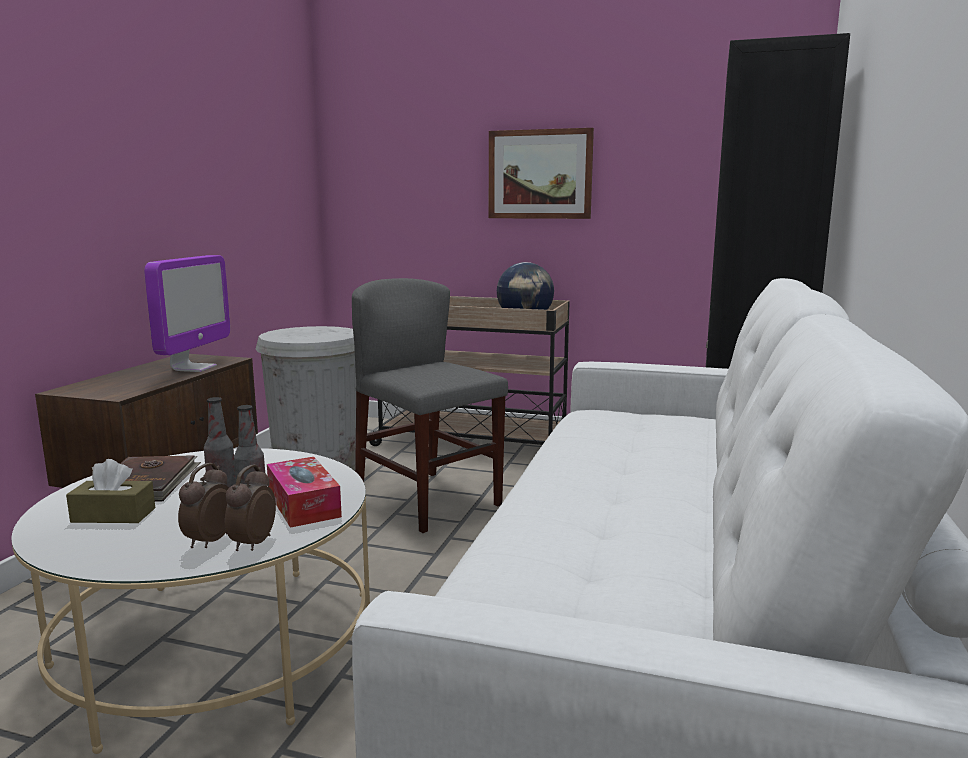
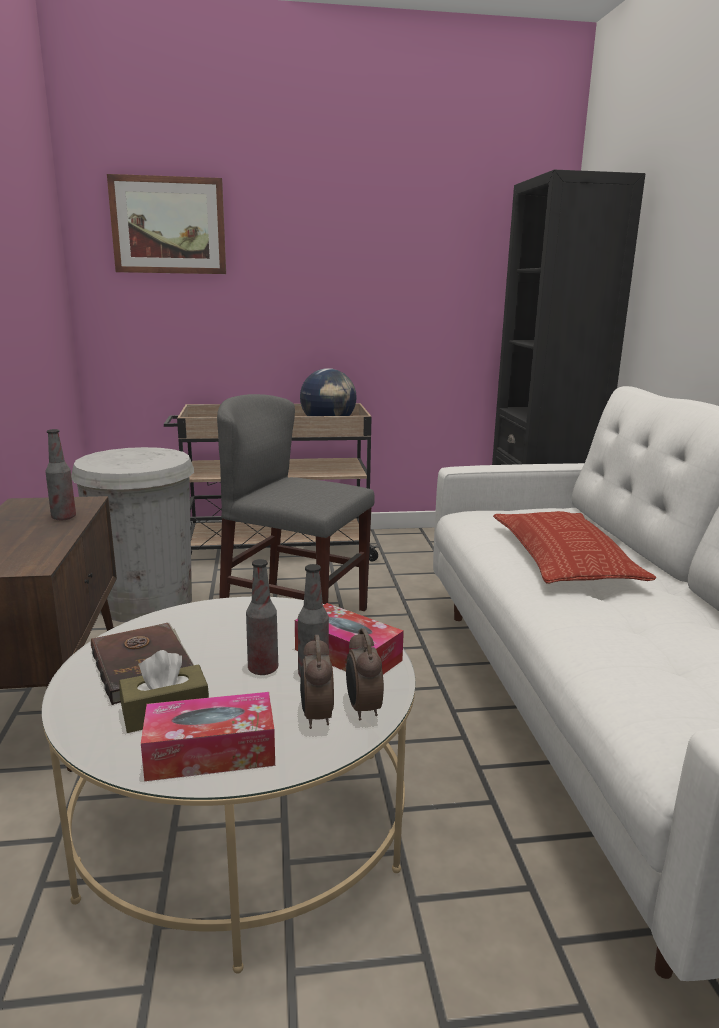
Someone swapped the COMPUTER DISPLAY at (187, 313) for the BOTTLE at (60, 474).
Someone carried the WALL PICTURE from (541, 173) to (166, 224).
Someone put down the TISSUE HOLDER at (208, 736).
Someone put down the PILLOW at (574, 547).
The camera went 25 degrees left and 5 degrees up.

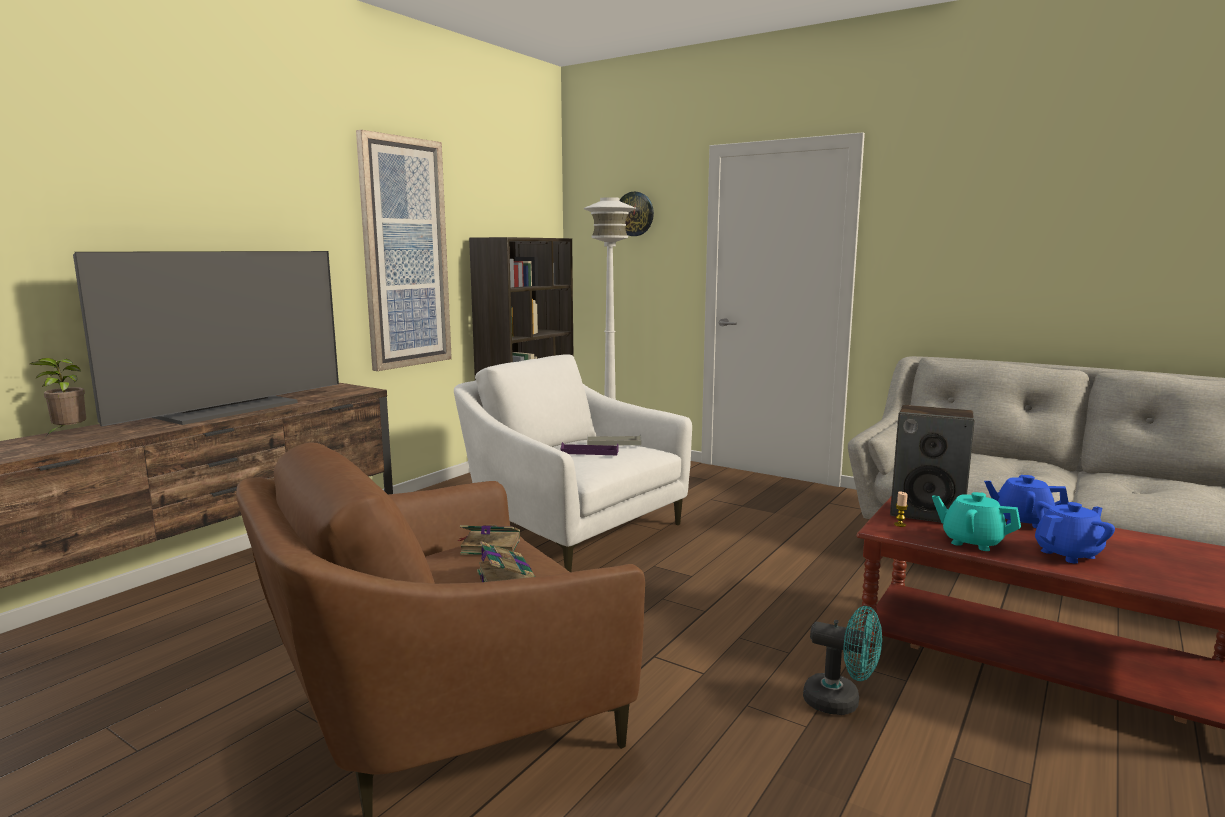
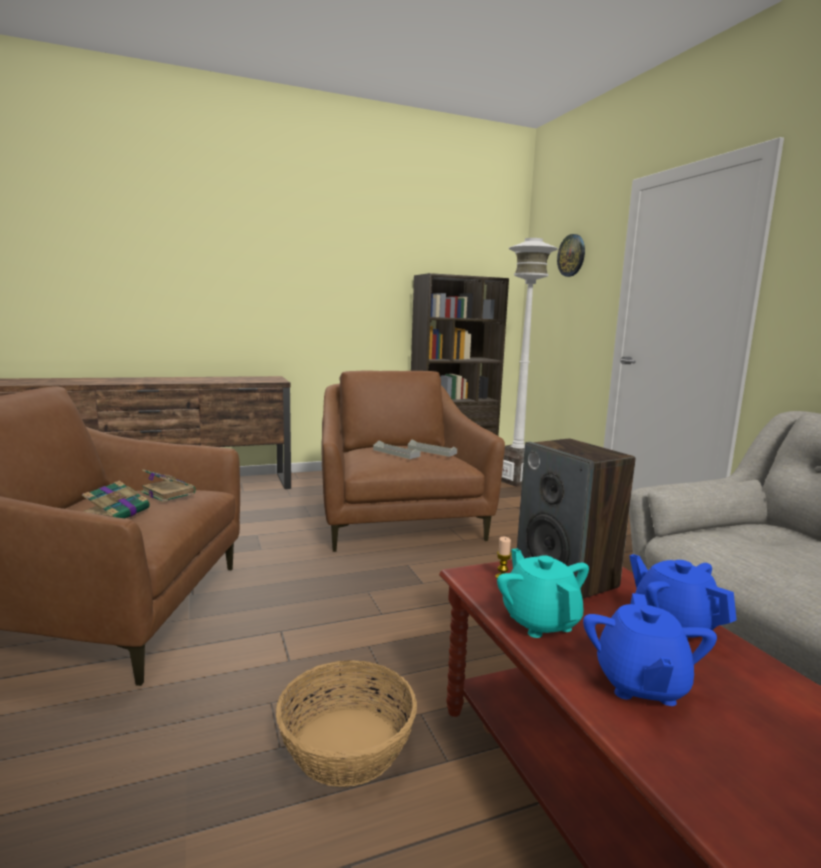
Someone took away the HOUSEPLANT at (58, 396).
Someone took away the TV at (206, 338).
Someone took away the WALL PICTURE at (404, 250).
Someone repainted the WHITE-COLOURED ARMCHAIR at (573, 463), which became the BROWN-COLOURED ARMCHAIR at (413, 461).
Someone repainted the PURPLISH TRAY at (590, 448), which became the GRAY TRAY at (397, 450).
Someone swapped the TURQUOISE COOLING FAN at (842, 660) for the STORAGE BASKET at (346, 723).
Someone rotated the BLUE-COLOURED TEA POT at (1075, 532) by 90 degrees clockwise.
The camera went 35 degrees right and 0 degrees up.

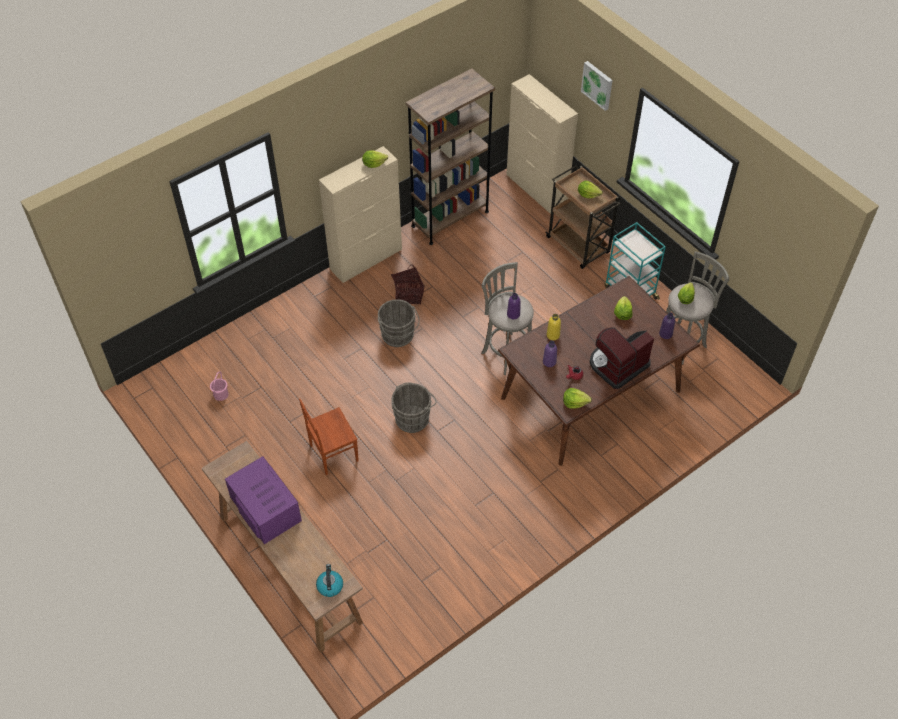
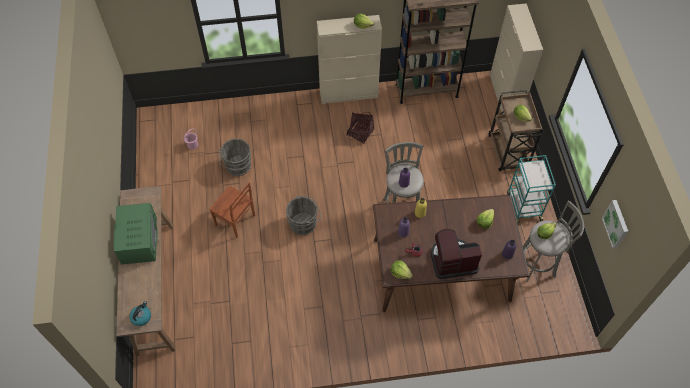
Someone repainted the PURPLISH MICROWAVE at (263, 500), which became the GREEN MICROWAVE at (135, 234).
Someone rotated the BROWN-COLOURED CHAIR at (329, 437) by 150 degrees counterclockwise.
Someone carried the GRAY PAIL from (398, 323) to (235, 157).
Someone carried the WALL PICTURE from (597, 86) to (615, 224).
The camera went 30 degrees right and 5 degrees up.

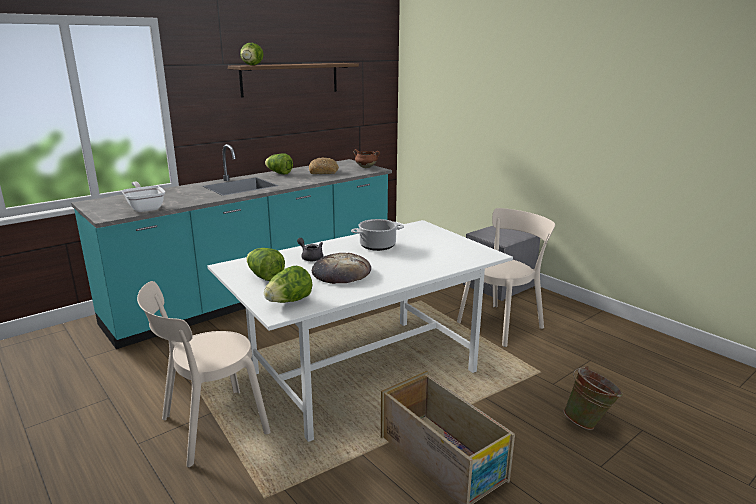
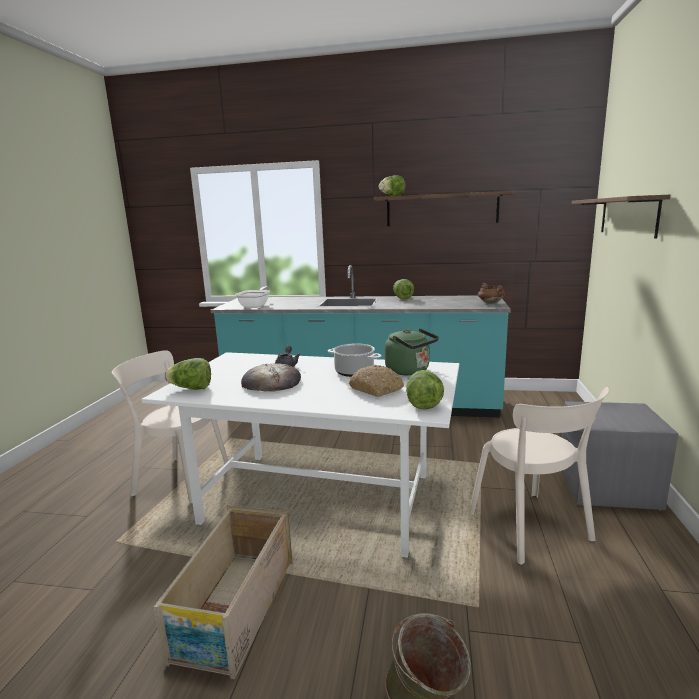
Someone carried the LETTUCE HEAD from (265, 264) to (425, 390).
Someone carried the BAKED BREAD from (324, 165) to (376, 381).
Someone rotated the SAND-COLOURED CHAIR at (506, 277) by 60 degrees clockwise.
Someone put down the GREEN WATER KETTLE at (412, 351).
Someone put up the WALL SHELF at (621, 217).
The camera went 50 degrees right and 5 degrees down.

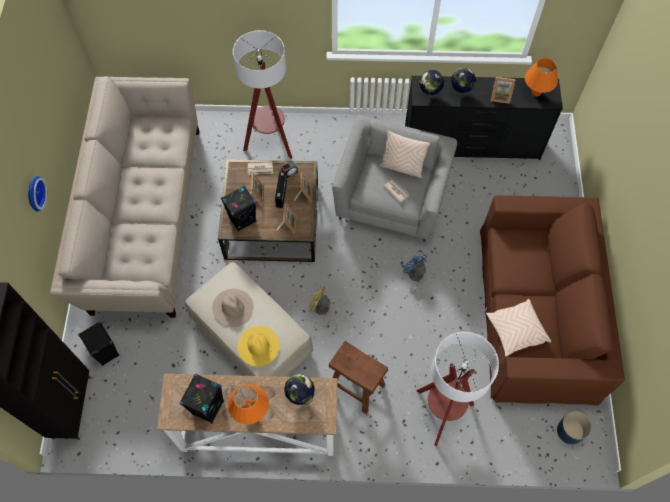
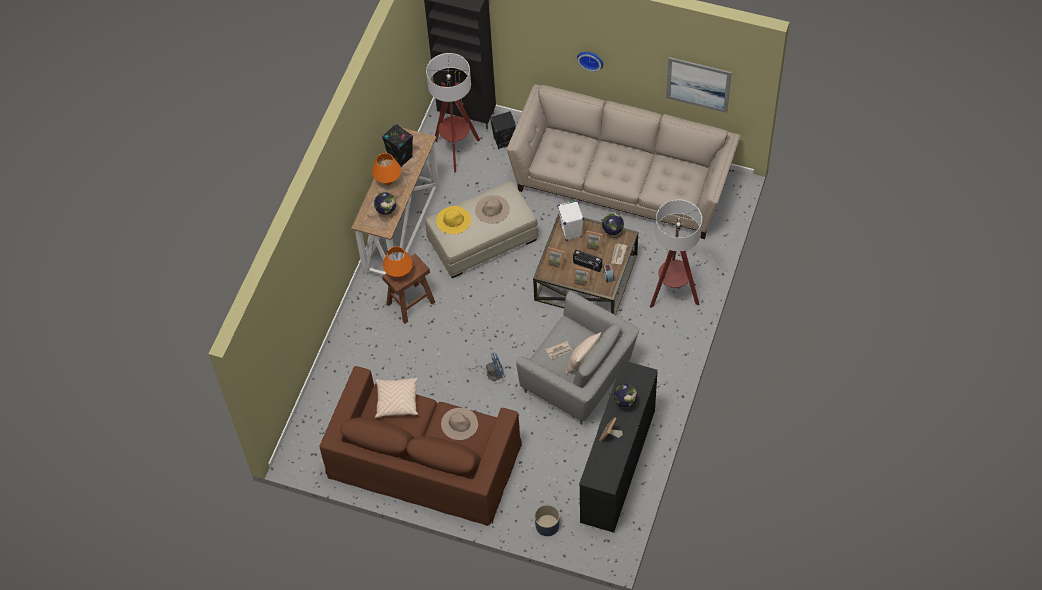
Someone repainted the BLACKISH SPEAKER at (238, 209), which became the WHITE-COLOURED SPEAKER at (570, 220).
Someone took away the YELLOW-COLOURED COOLING FAN at (323, 309).
Someone carried the FLOOR LAMP from (458, 389) to (453, 112).
Someone carried the DESK GLOBE from (431, 84) to (613, 225).
Someone carried the ORANGEY LAMP FOR A TABLE from (541, 77) to (398, 262).
Someone carried the BLUE-COLOURED PLANTER from (574, 428) to (547, 520).
Someone put down the SAND-COLOURED WEARABLE HAT at (459, 424).
Someone put up the WALL PICTURE at (698, 85).
The camera went 110 degrees right and 5 degrees down.

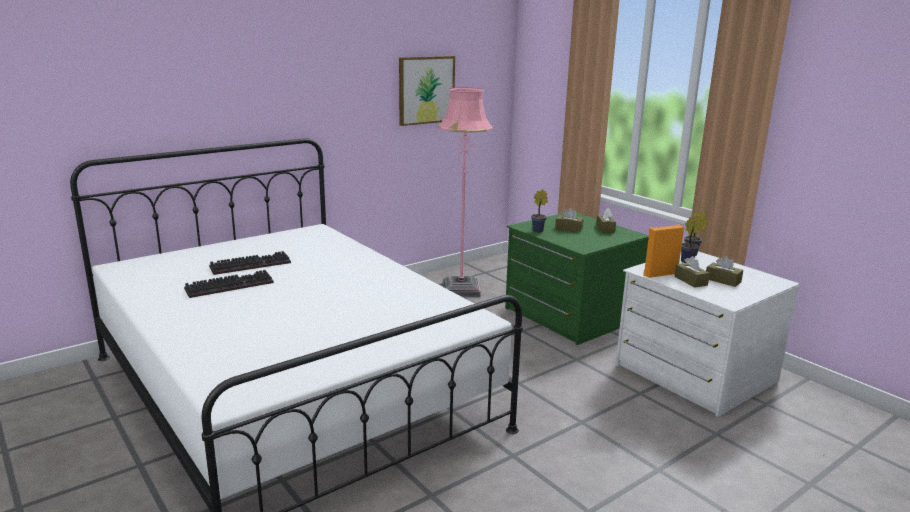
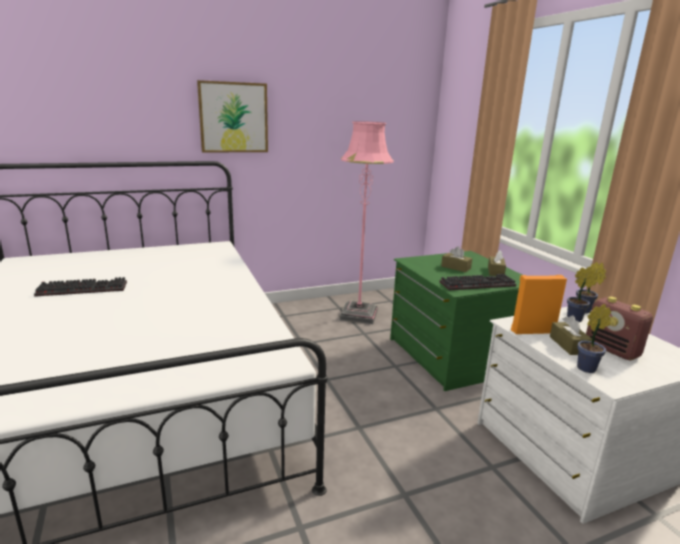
Someone carried the COMPUTER KEYBOARD from (250, 263) to (478, 282).
Someone carried the WALL PICTURE from (427, 91) to (232, 116).
Someone carried the HOUSEPLANT from (539, 210) to (594, 338).
Someone swapped the BROWN-COLOURED TISSUE HOLDER at (724, 271) for the RADIO at (619, 328).
The camera went 15 degrees right and 0 degrees up.

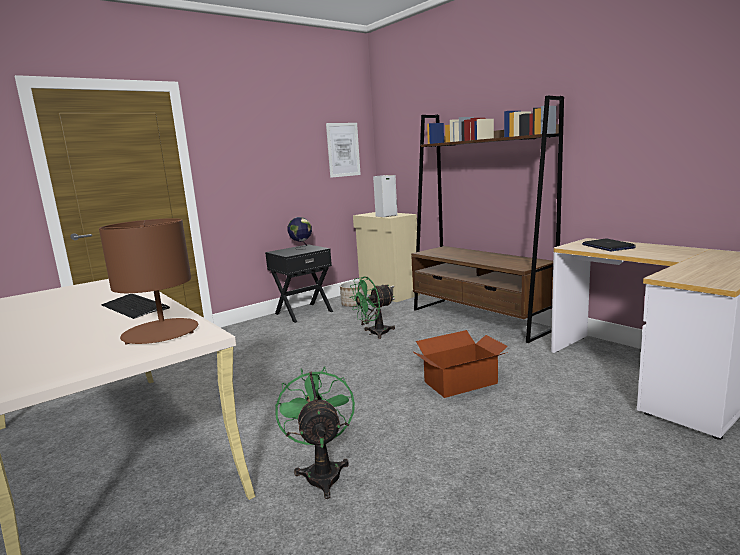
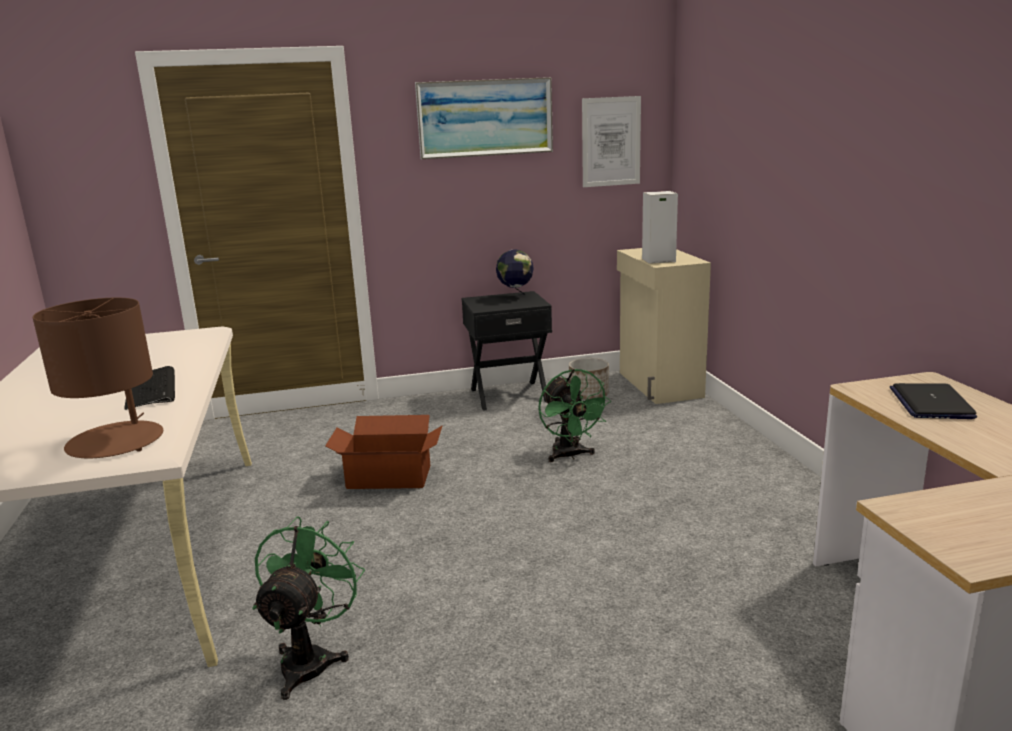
Someone rotated the GREEN COOLING FAN at (372, 307) by 105 degrees counterclockwise.
Someone took away the BROWN-COLOURED SHELVING UNIT at (487, 219).
Someone carried the PACKING BOX from (460, 364) to (384, 452).
Someone put up the WALL PICTURE at (484, 118).
The camera went 25 degrees right and 5 degrees up.

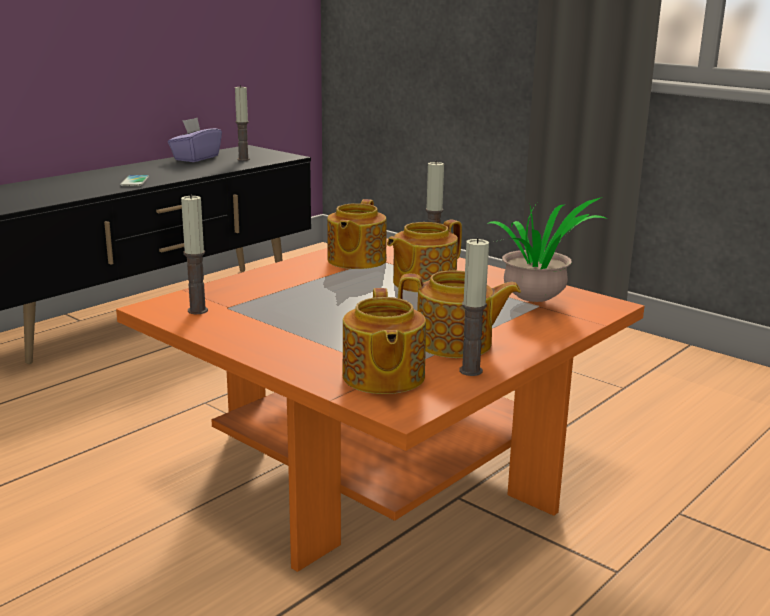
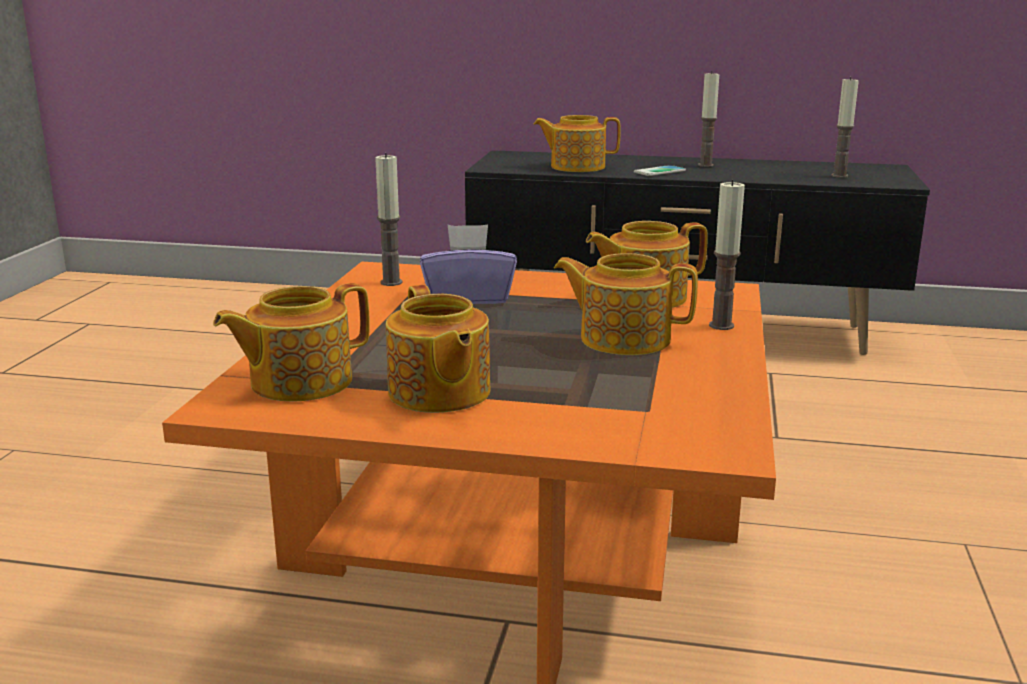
Someone carried the PURPLISH TISSUE HOLDER from (195, 140) to (468, 264).
Someone carried the WAX LIGHT from (474, 307) to (708, 119).
Someone took away the HOUSEPLANT at (547, 249).
Someone put down the TEA POT at (577, 143).
The camera went 60 degrees right and 0 degrees up.

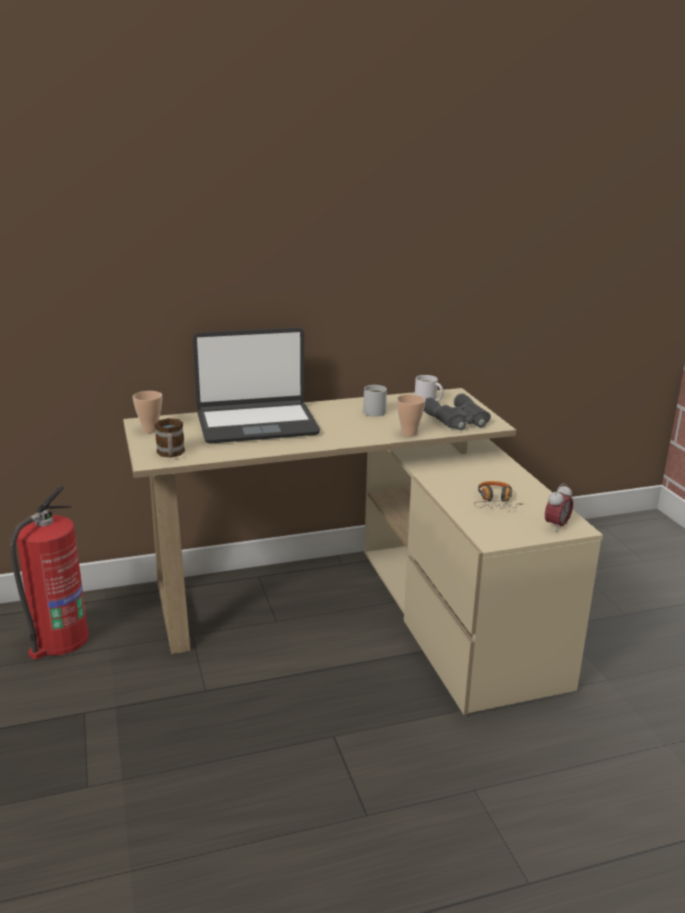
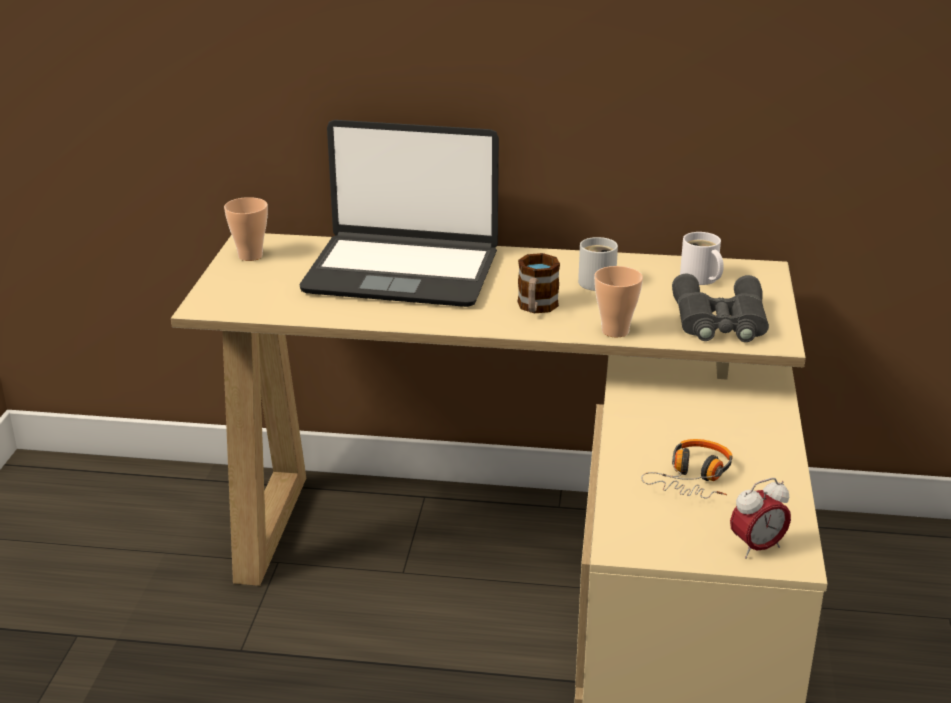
Someone took away the EXTINGUISHER at (49, 573).
Someone carried the MUG from (169, 437) to (539, 283).
The camera went 25 degrees right and 5 degrees up.

